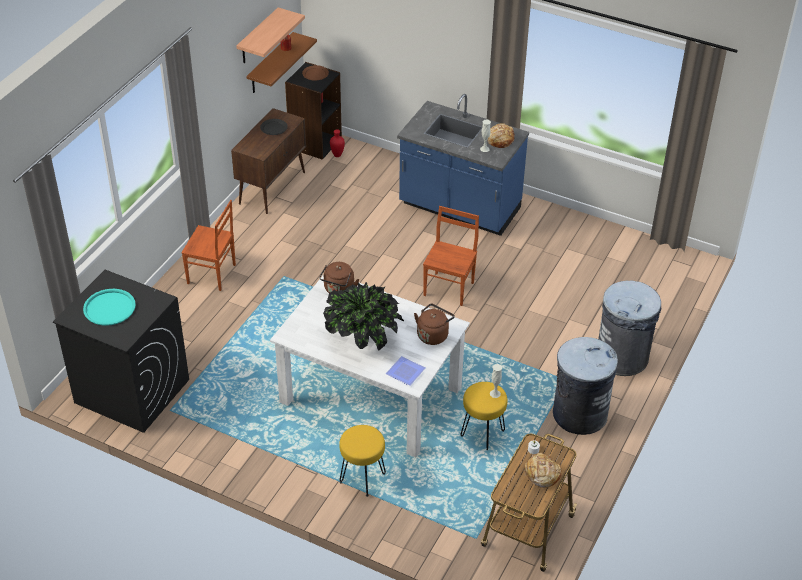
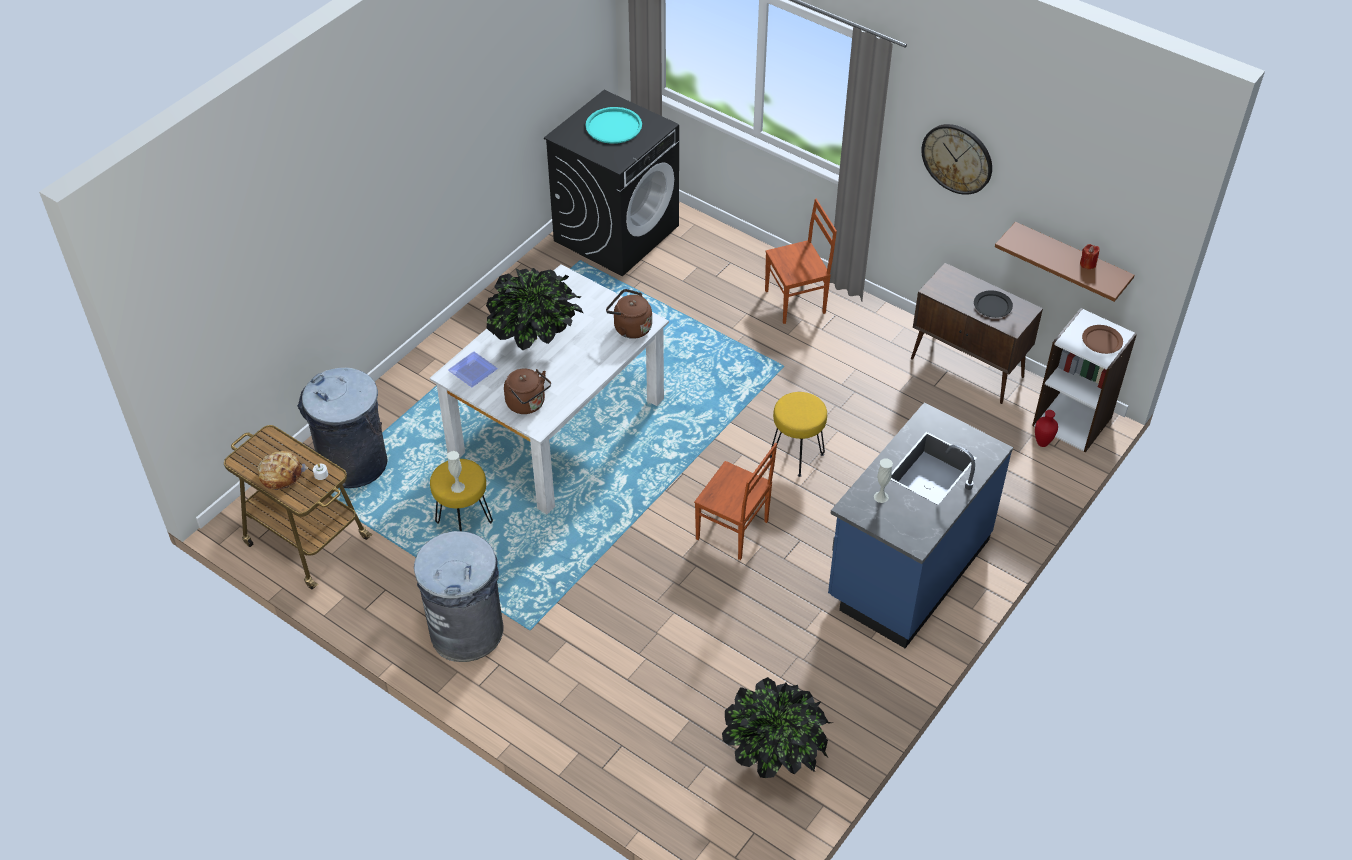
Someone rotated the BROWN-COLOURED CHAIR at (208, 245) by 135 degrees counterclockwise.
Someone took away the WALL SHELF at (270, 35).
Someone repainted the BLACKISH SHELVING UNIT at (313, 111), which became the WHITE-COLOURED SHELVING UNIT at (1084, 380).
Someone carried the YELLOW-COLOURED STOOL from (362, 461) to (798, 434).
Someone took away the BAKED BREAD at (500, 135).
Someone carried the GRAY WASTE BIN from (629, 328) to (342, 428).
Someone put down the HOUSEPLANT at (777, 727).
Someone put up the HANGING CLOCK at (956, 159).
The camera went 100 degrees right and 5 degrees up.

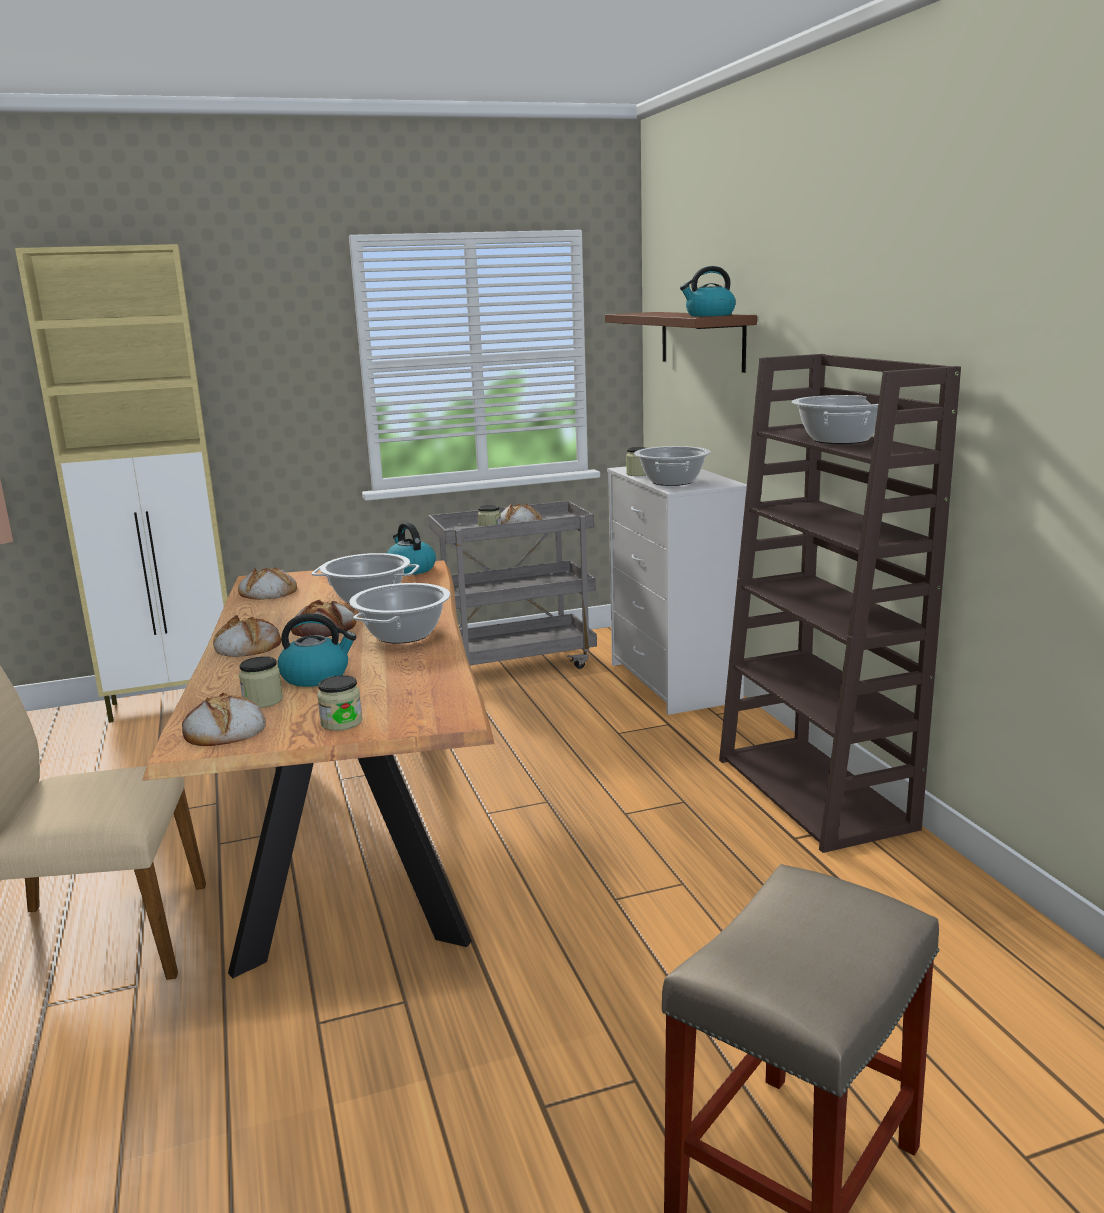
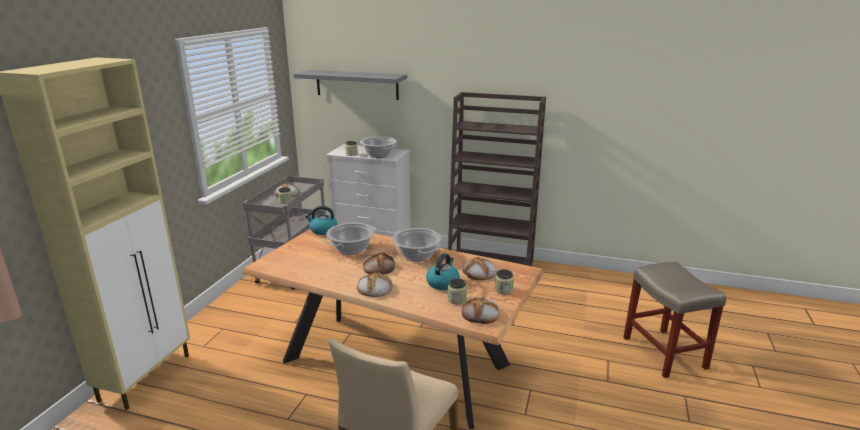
Someone carried the BAKED BREAD from (267, 583) to (479, 268).
Someone repainted the BROWN-COLOURED WALL SHELF at (681, 342), which became the GRAY WALL SHELF at (350, 85).
Someone took away the WATER KETTLE at (708, 291).
Someone took away the SAUCEPOT at (835, 419).
The camera went 55 degrees left and 5 degrees up.

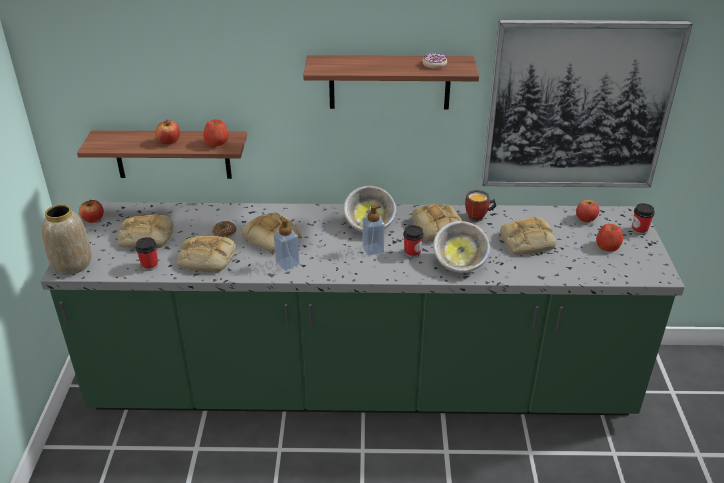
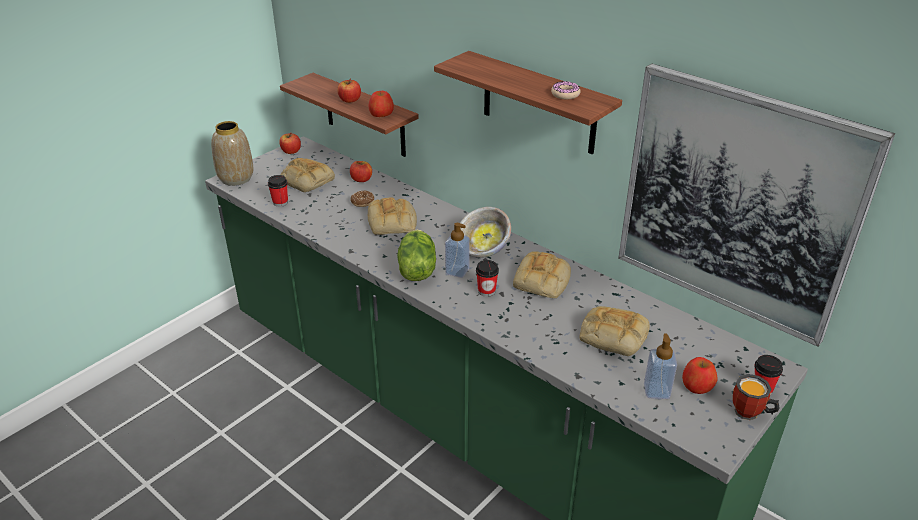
Someone took away the BAKED BREAD at (207, 254).
Someone carried the SOAP DISPENSER from (287, 243) to (660, 366).
Someone took away the SERVING BOWL at (461, 247).
Someone carried the MUG from (480, 206) to (755, 397).
Someone carried the APPLE from (587, 211) to (361, 171).
Someone put down the LETTUCE HEAD at (416, 255).
The camera went 40 degrees right and 0 degrees up.

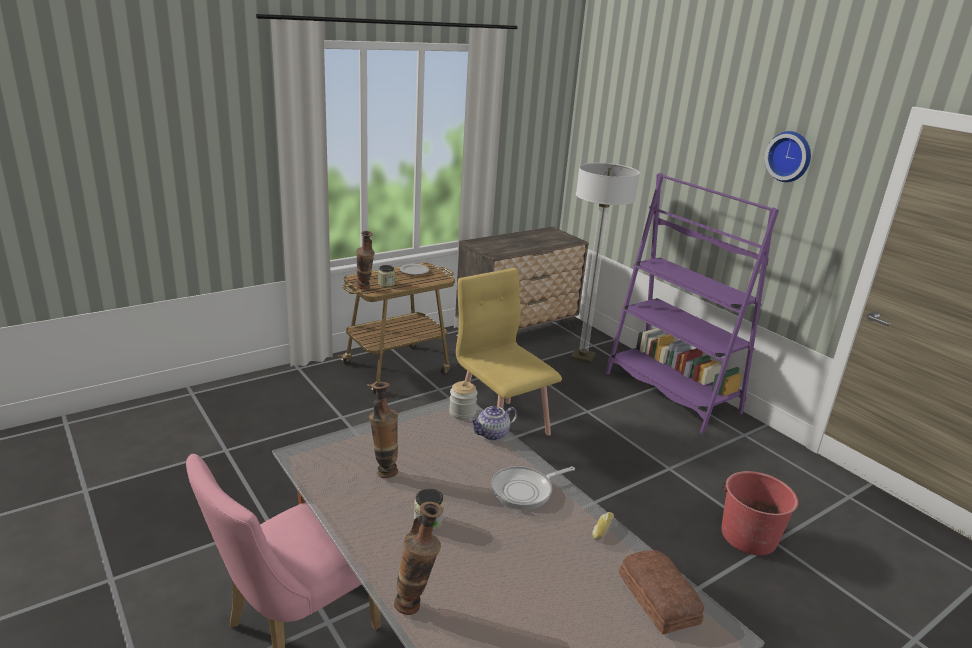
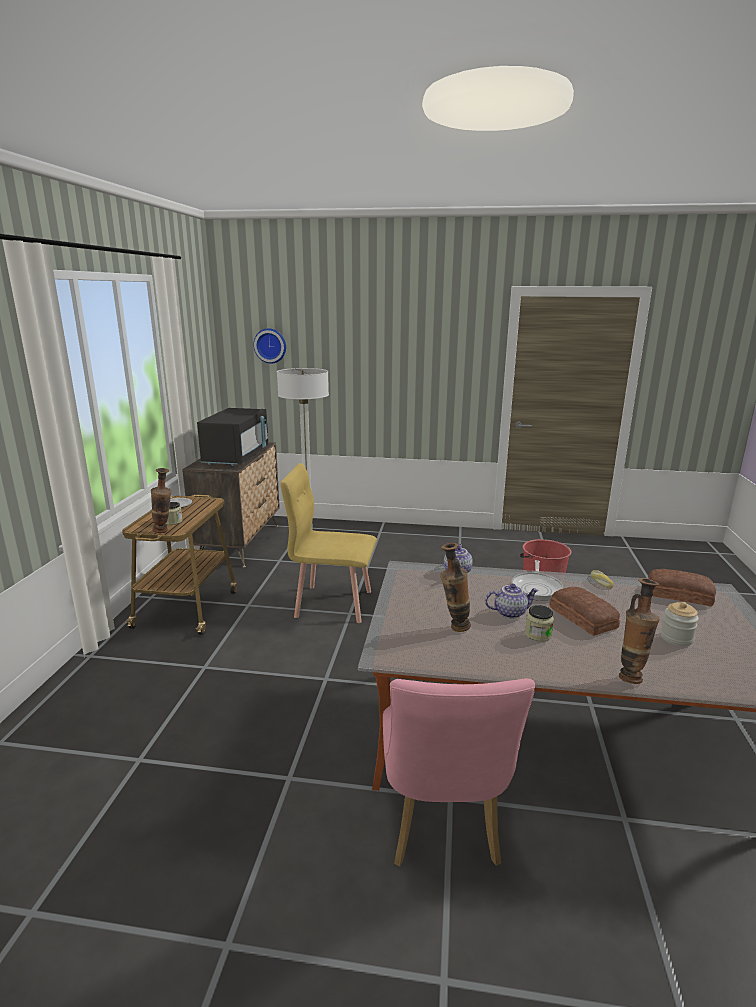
Someone carried the STORAGE JAR from (463, 400) to (680, 624).
Someone took away the PURPLISH SHELVING UNIT at (692, 303).
Someone carried the HANGING CLOCK from (788, 156) to (269, 346).
Someone put down the BLACKISH MICROWAVE at (232, 437).
Someone put down the TEA POT at (512, 601).
Someone put down the BAKED BREAD at (584, 611).
The camera went 45 degrees left and 5 degrees down.

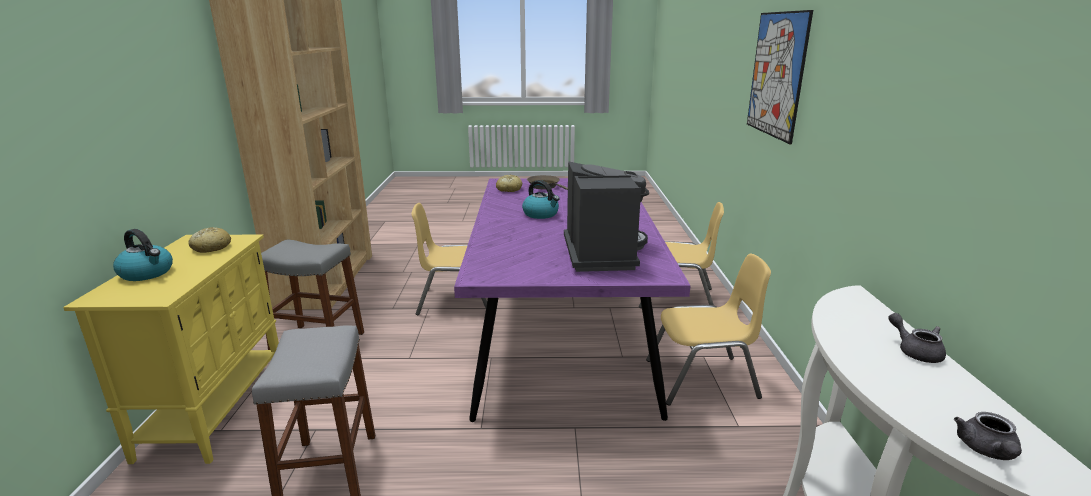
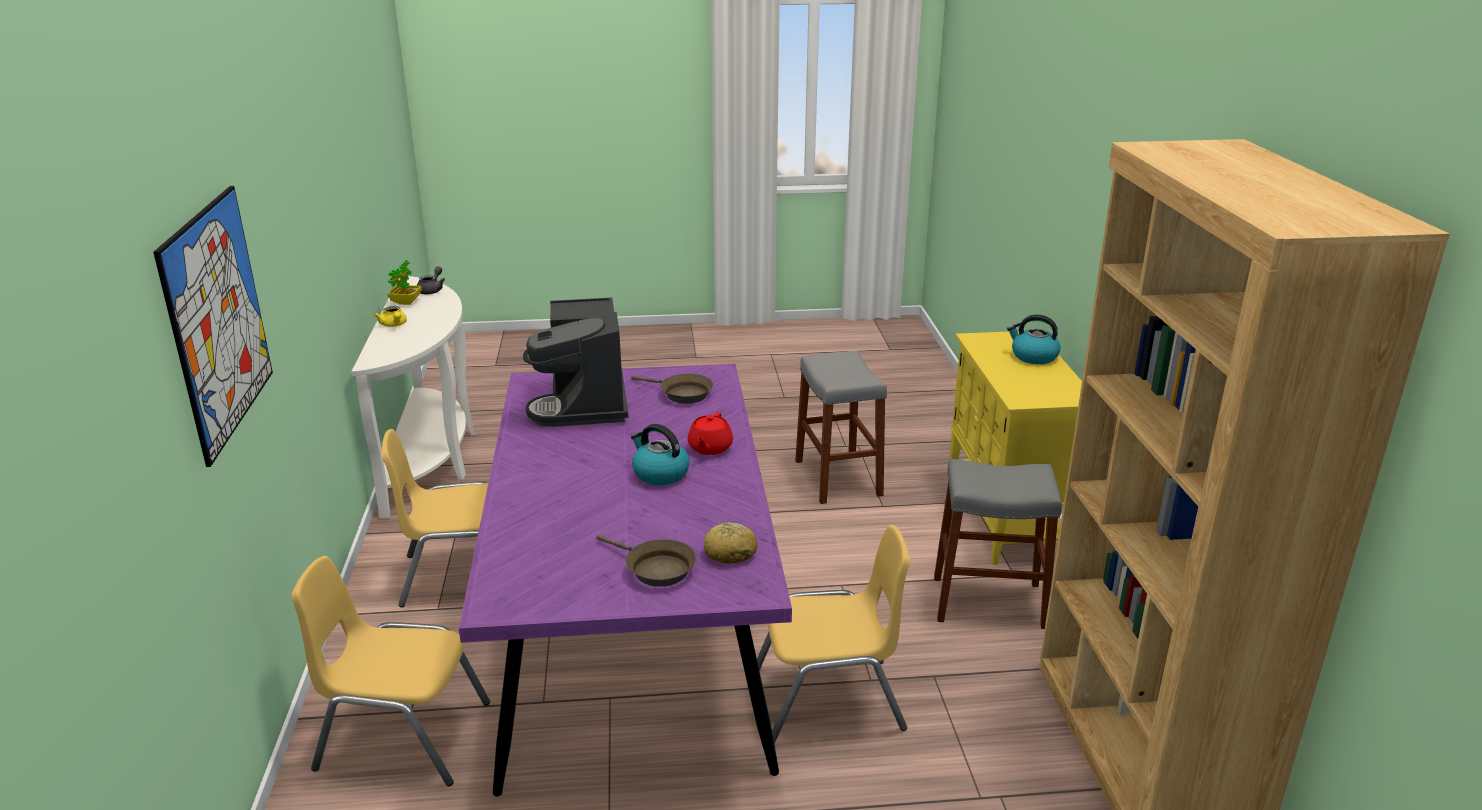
Someone took away the BAKED BREAD at (209, 240).
Someone repainted the GRAY TEA POT at (917, 338), which became the YELLOW-COLOURED TEA POT at (390, 316).
Someone put down the HOUSEPLANT at (404, 282).
Someone put down the BROWN-COLOURED FRYING PAN at (672, 389).
Someone put down the RED TEA POT at (710, 433).
The camera went 175 degrees right and 5 degrees up.

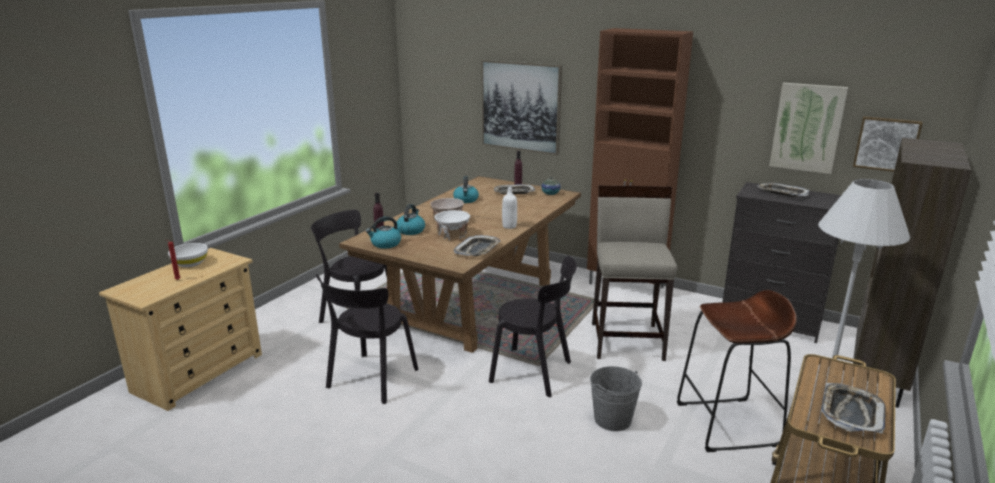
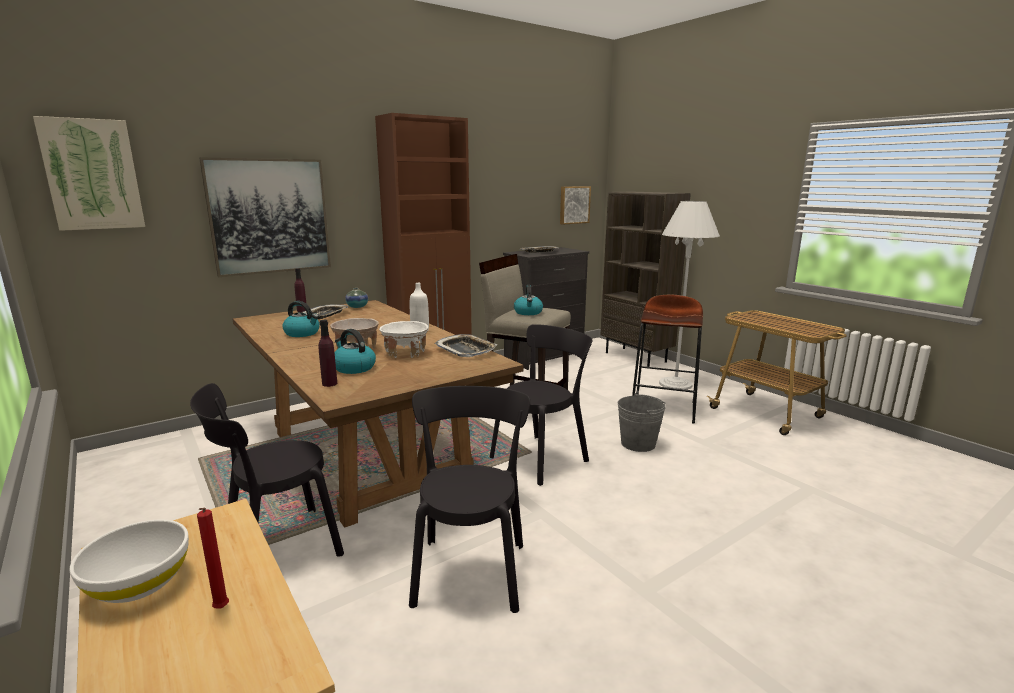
Someone rotated the BLACKISH CHAIR at (367, 339) by 135 degrees counterclockwise.
Someone carried the WATER KETTLE from (383, 232) to (528, 300).
Someone carried the WALL PICTURE from (809, 128) to (89, 173).
Someone took away the TRAY at (853, 408).
The camera went 65 degrees left and 5 degrees down.

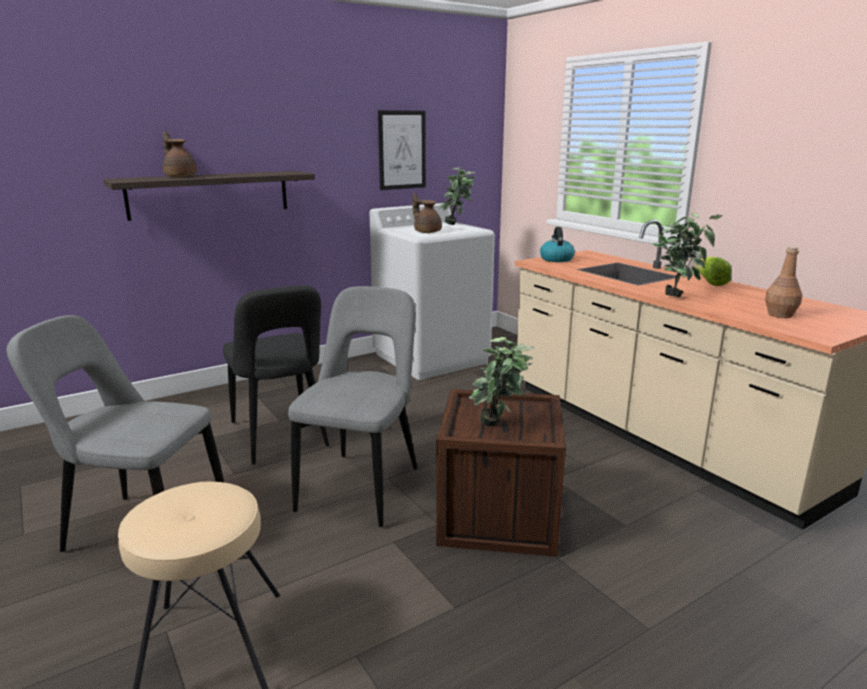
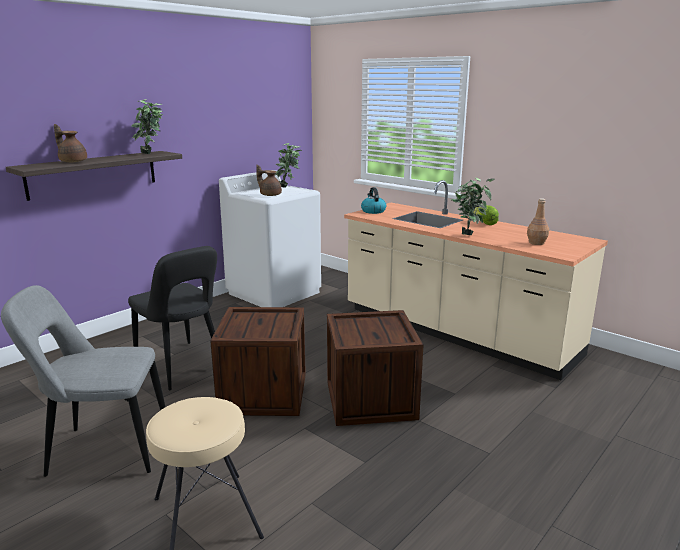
Someone swapped the GRAY CHAIR at (352, 406) for the PACKING CRATE at (258, 361).
Someone took away the WALL PICTURE at (402, 150).
Someone carried the HOUSEPLANT from (501, 381) to (147, 126).
The camera went 15 degrees left and 0 degrees up.

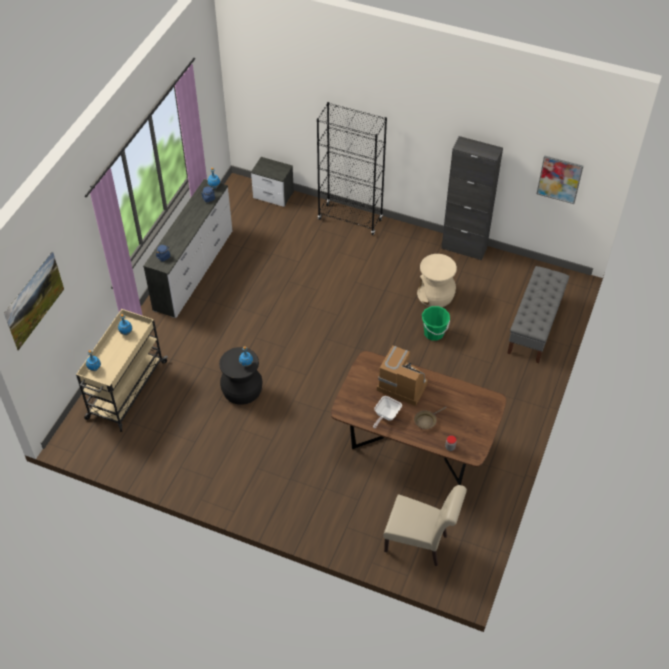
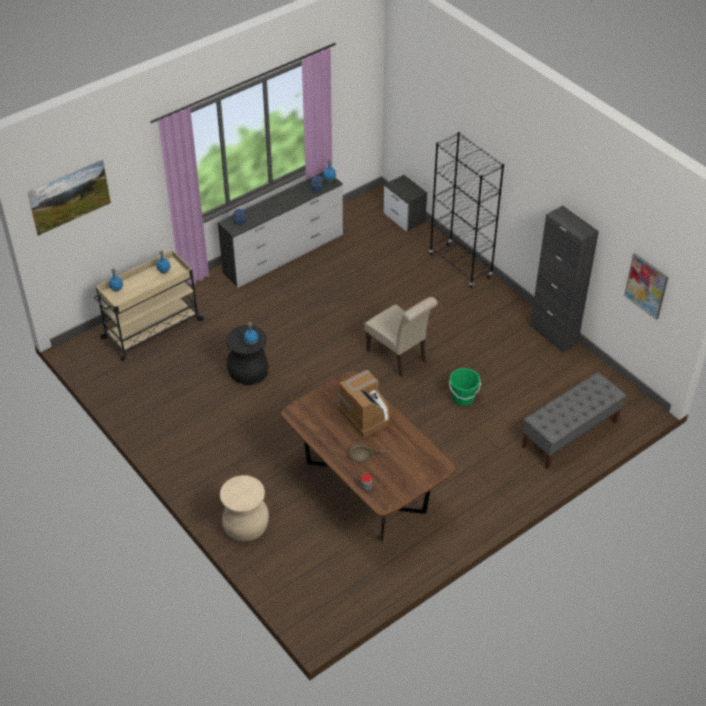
Someone took away the FRYING PAN at (387, 412).
Someone carried the SAND-COLOURED CHAIR from (425, 525) to (401, 337).
Someone carried the SAND-COLOURED STOOL from (437, 280) to (244, 508).
The camera went 30 degrees right and 5 degrees down.

